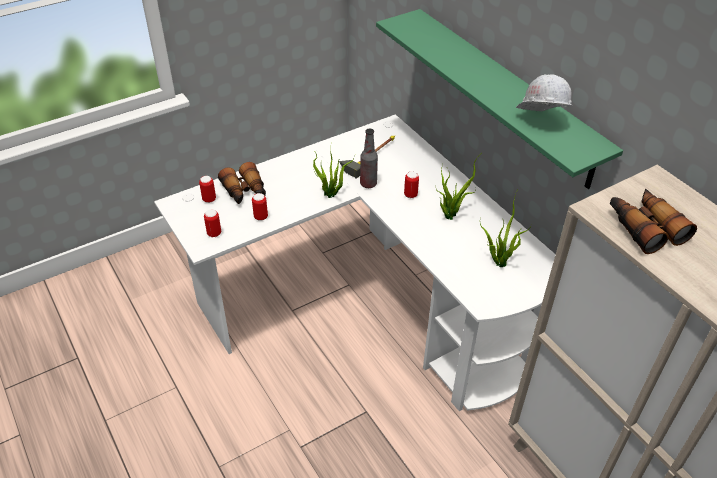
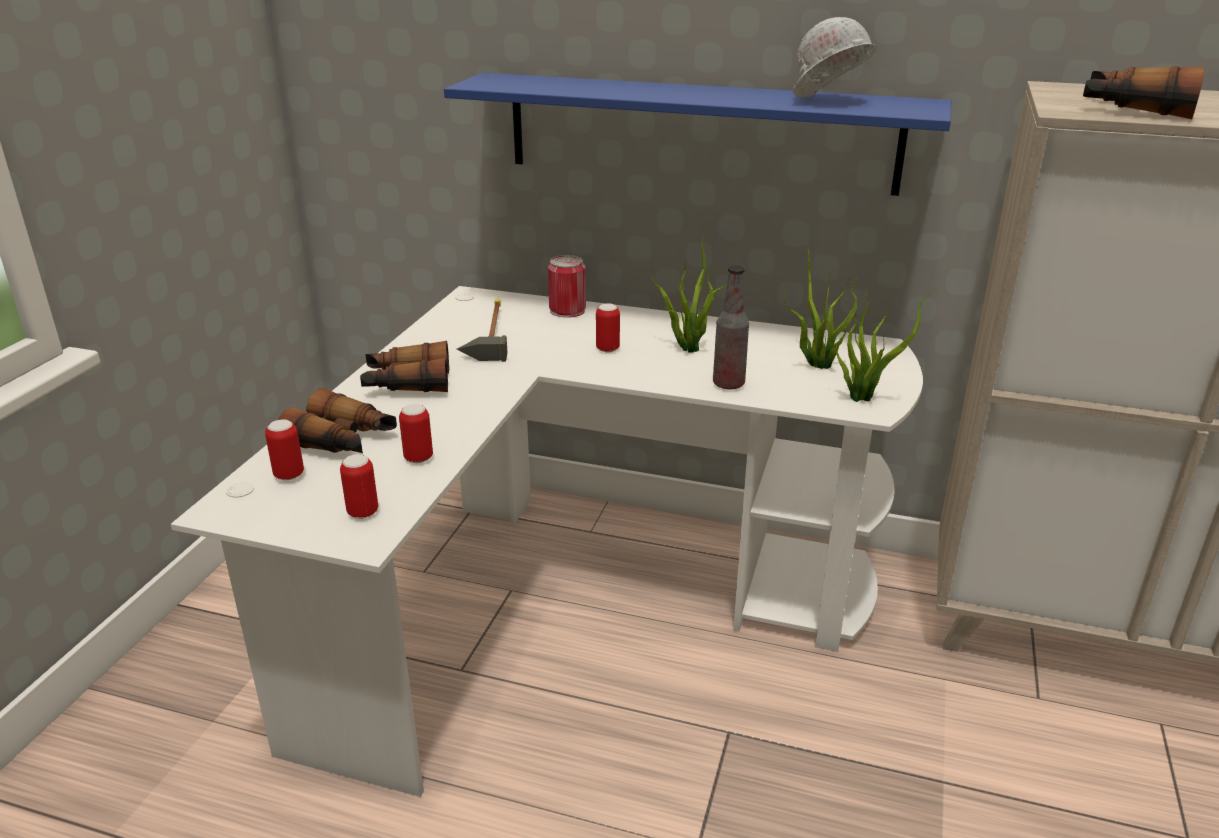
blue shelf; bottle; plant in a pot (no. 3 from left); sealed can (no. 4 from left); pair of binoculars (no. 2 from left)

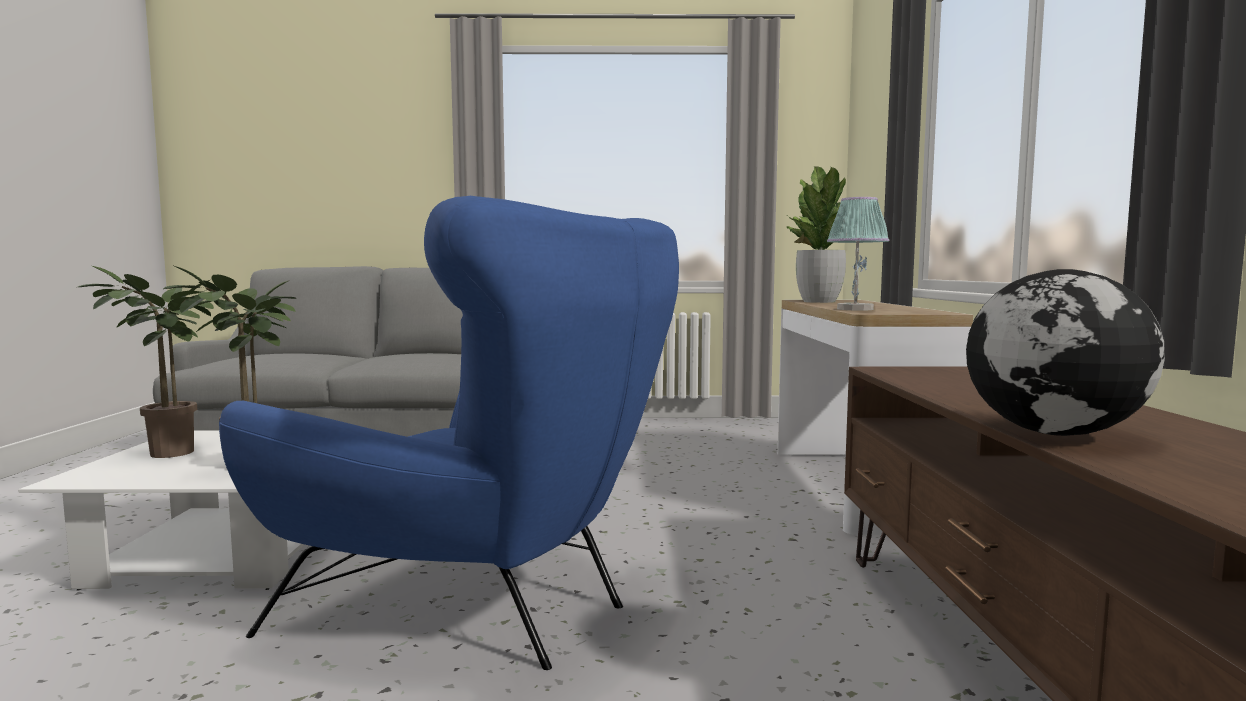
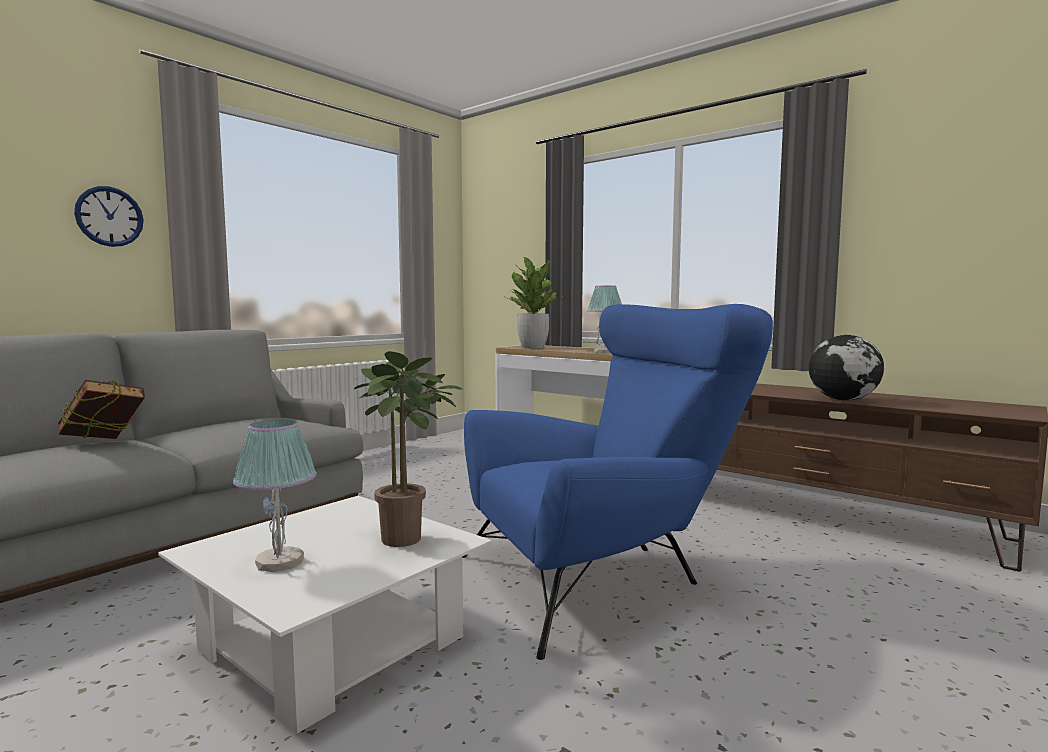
table lamp (no. 1 from left); wall clock; volume

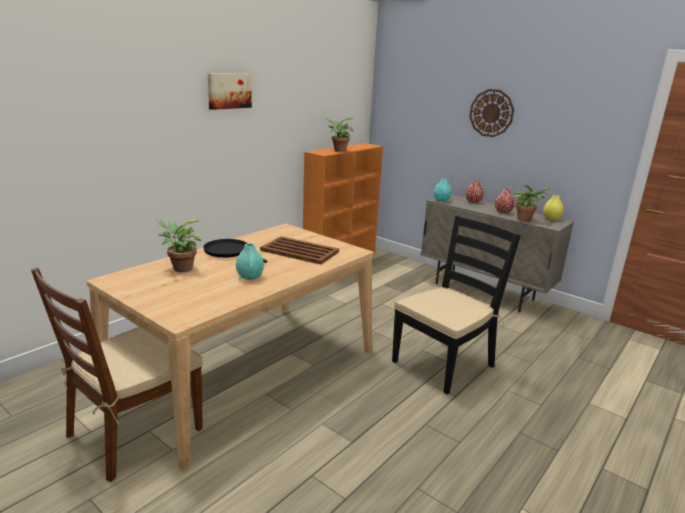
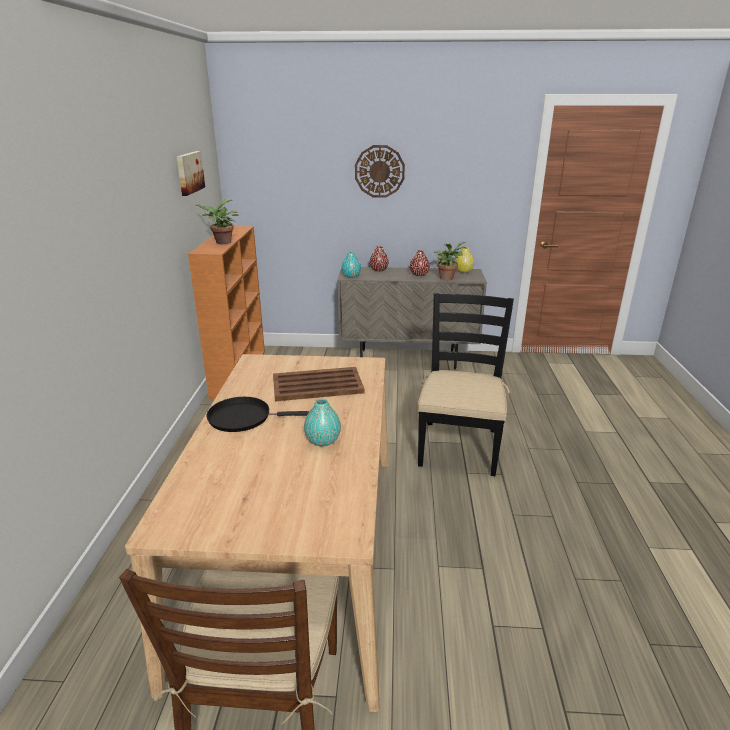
wall art; plant in a pot (no. 1 from left in the first image)

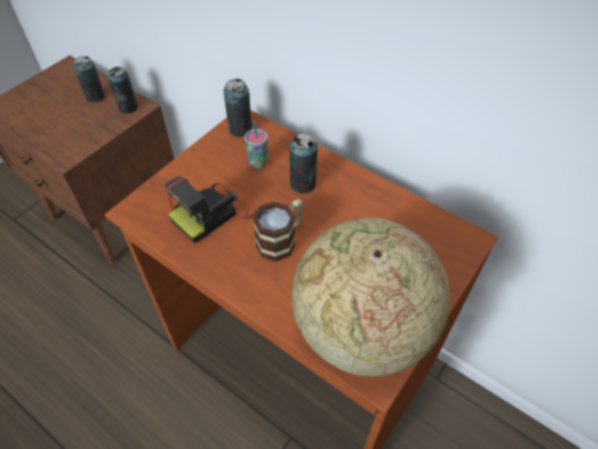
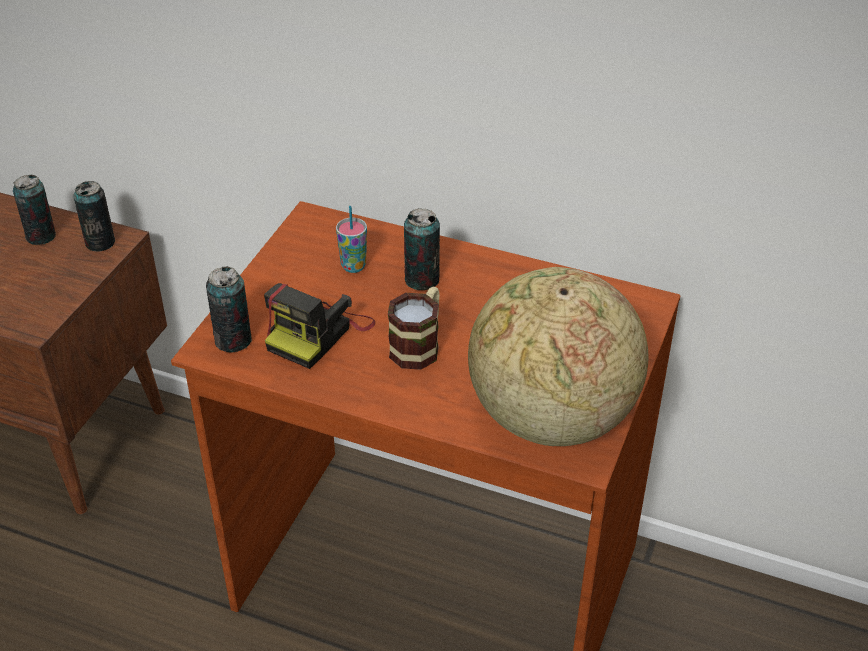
sealed can (no. 3 from left)

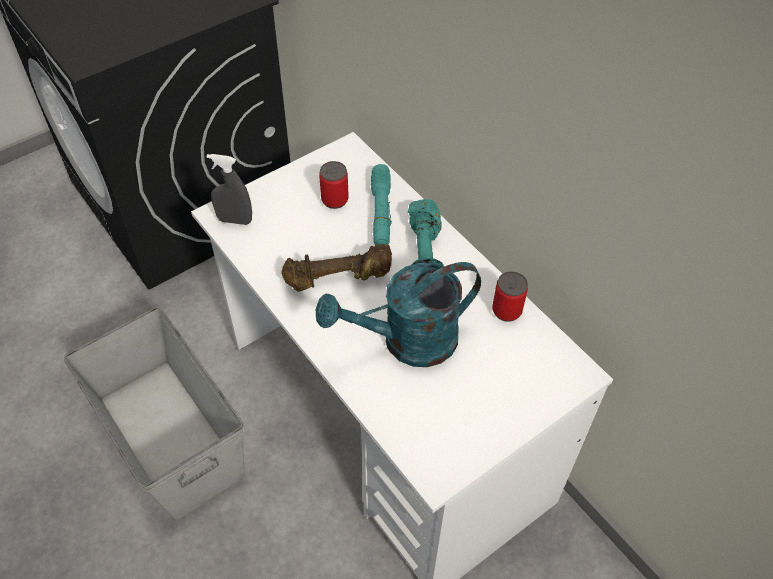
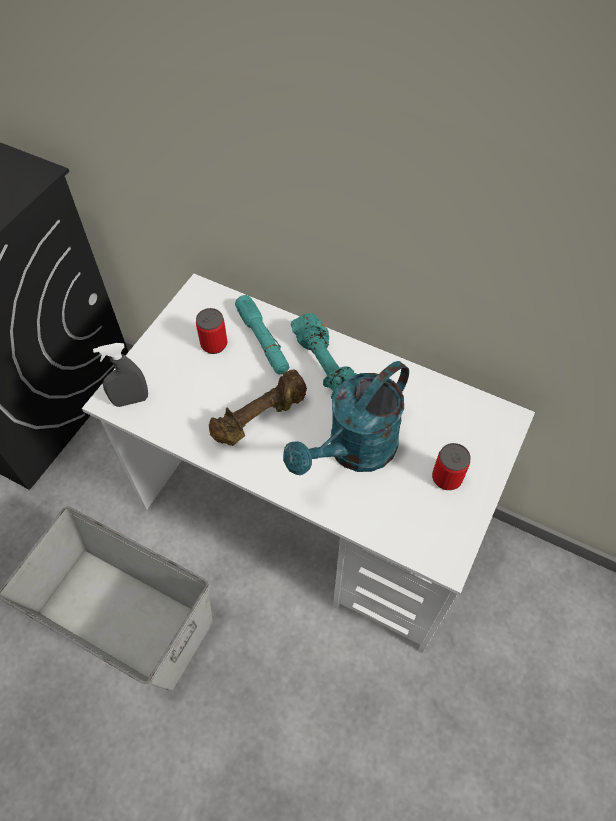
sealed can (no. 2 from left)

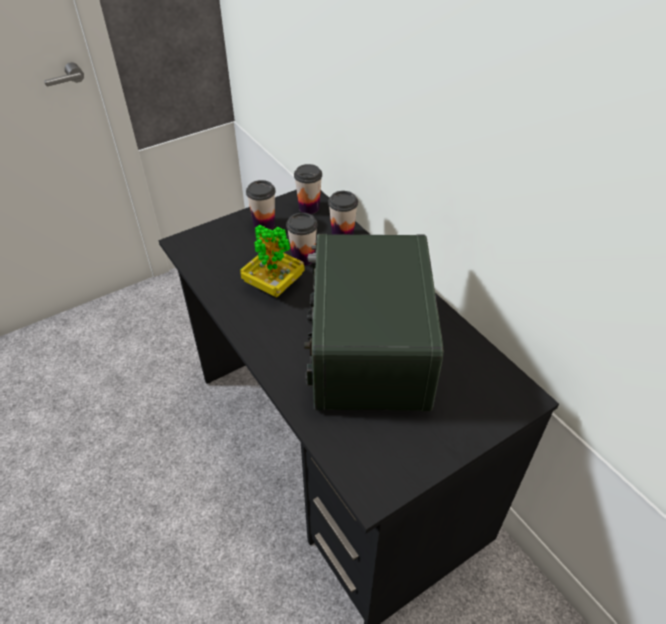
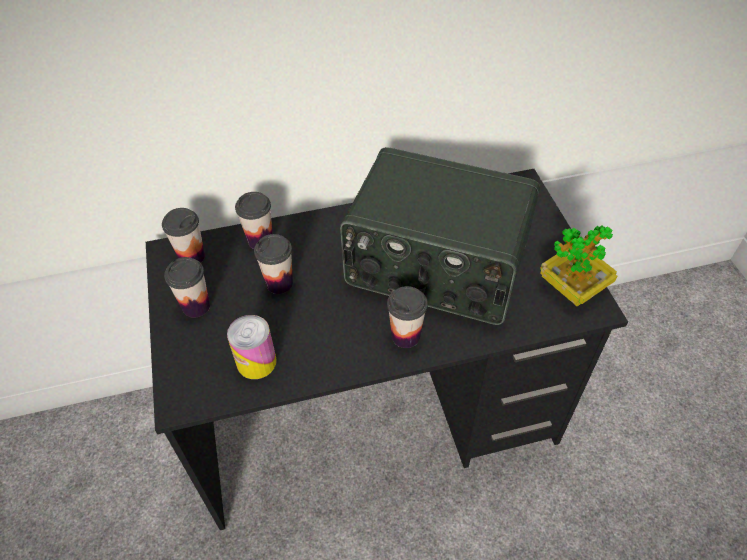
plant in a pot; cup (no. 5 from left); sealed can

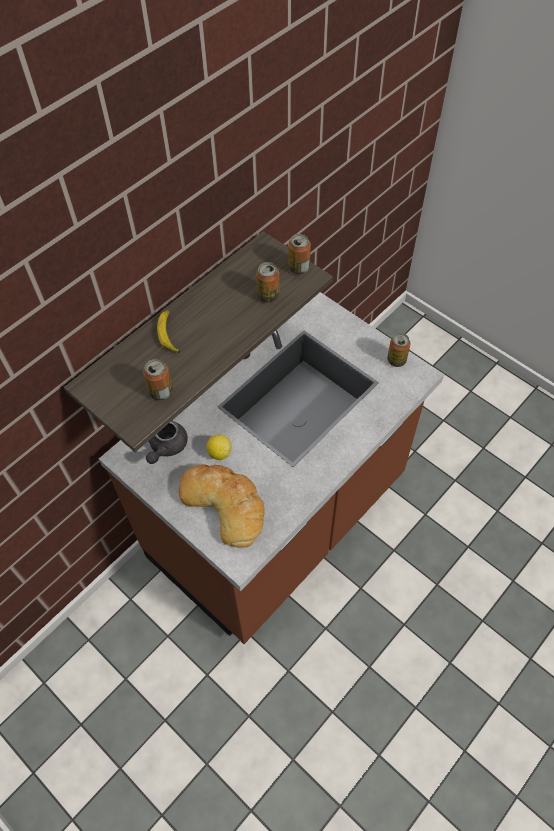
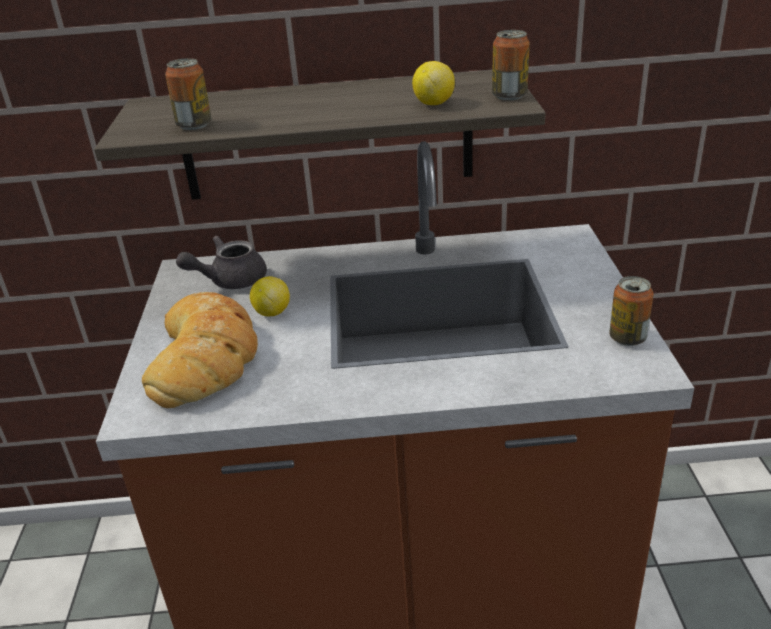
whole lemon (no. 2 from left); banana

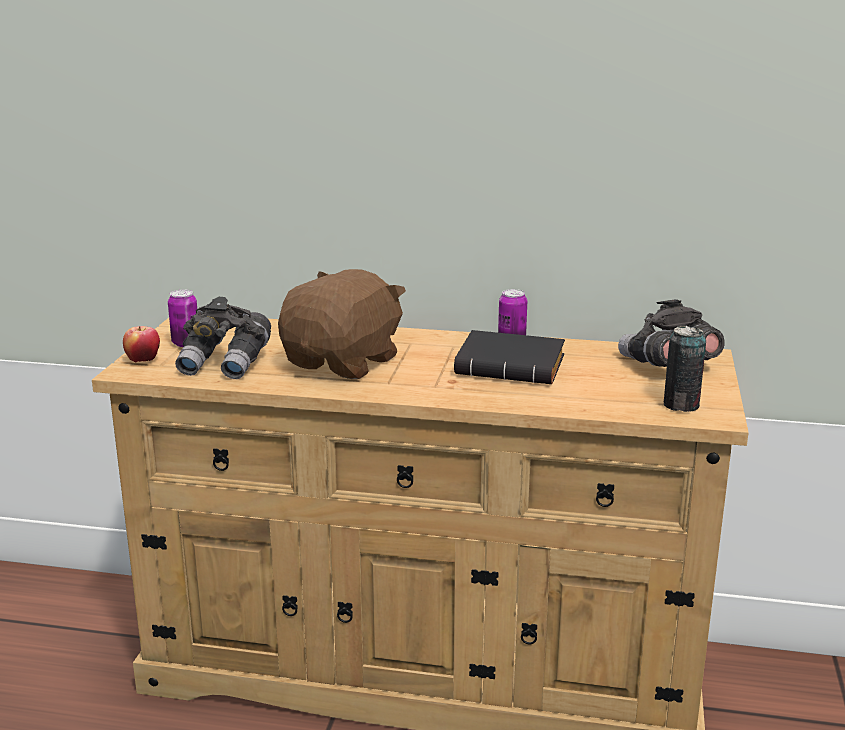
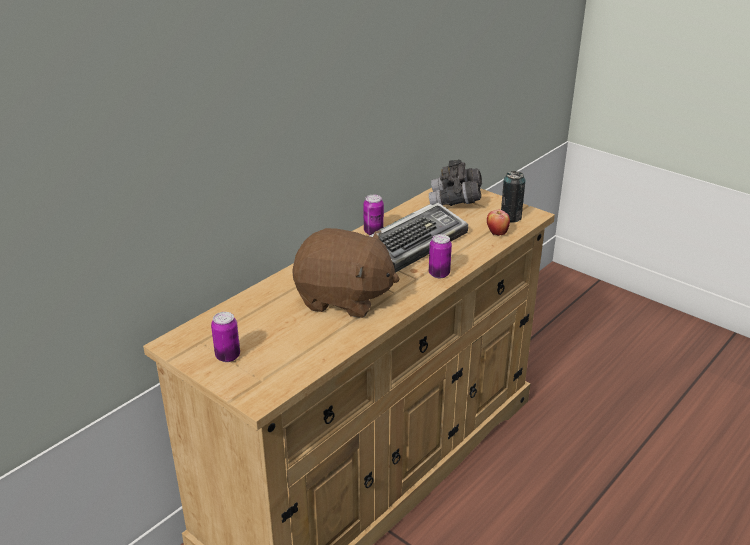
brown soft toy; grey pair of binoculars (no. 1 from left in the first image); apple; computer keyboard; sealed can (no. 3 from left)

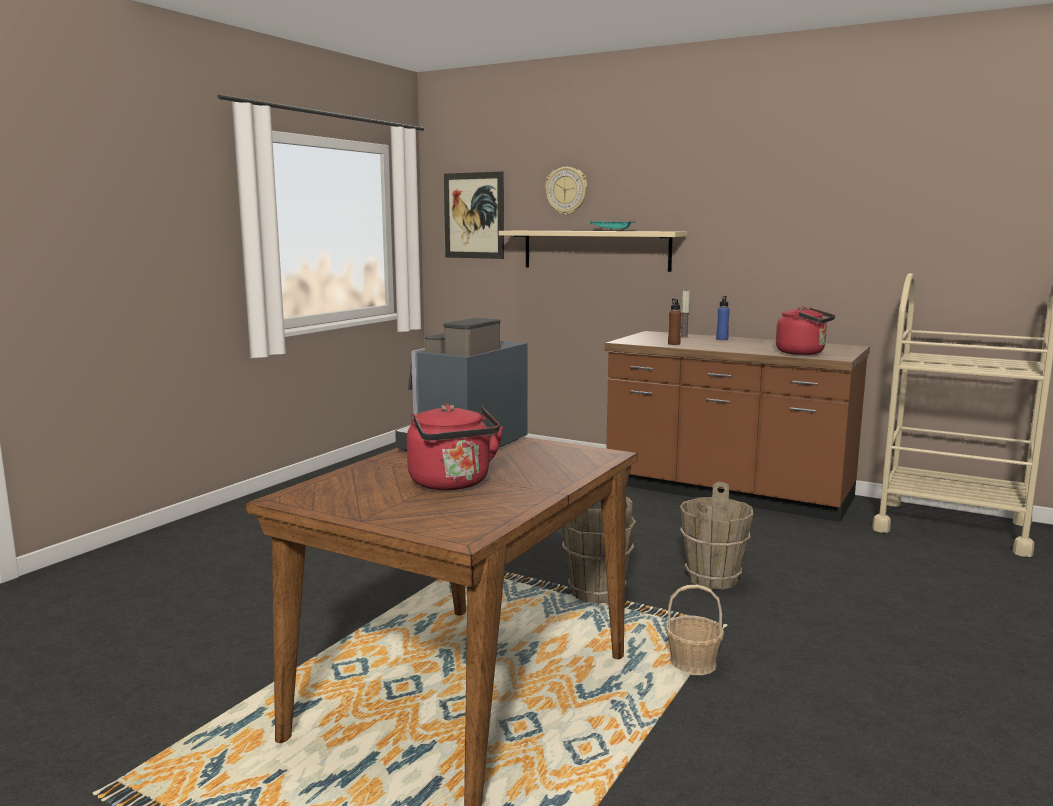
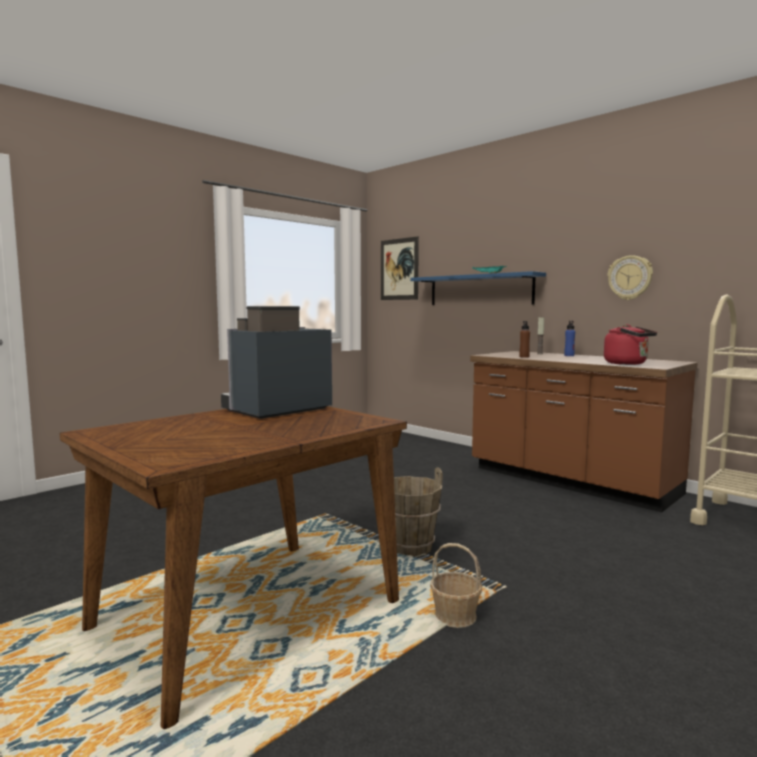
wall clock; blue shelf; red-coloured water kettle (no. 1 from left in the first image); brown pail (no. 2 from left in the first image)

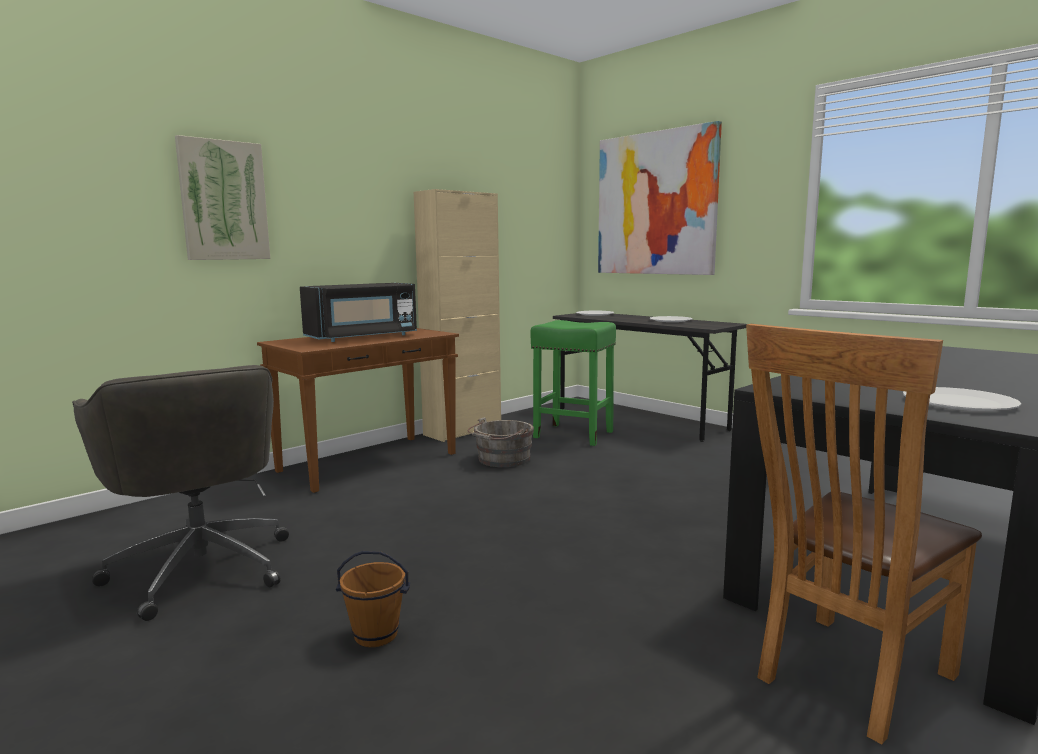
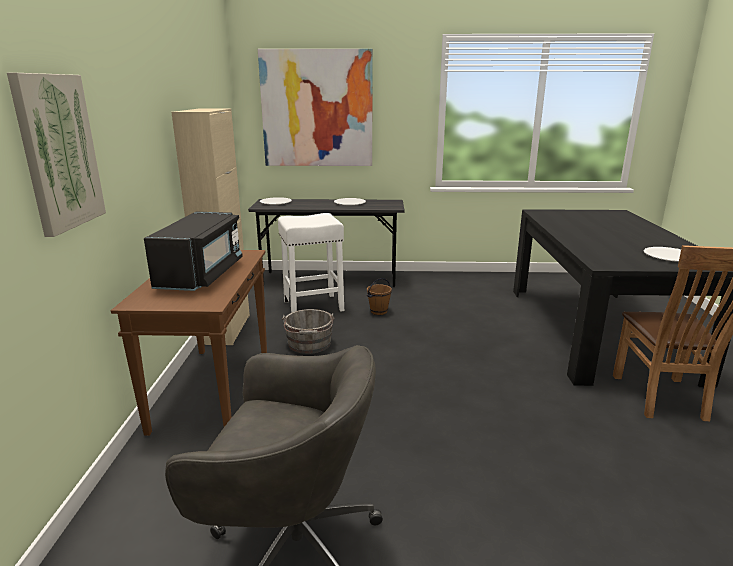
white sitting stool; brown pail

